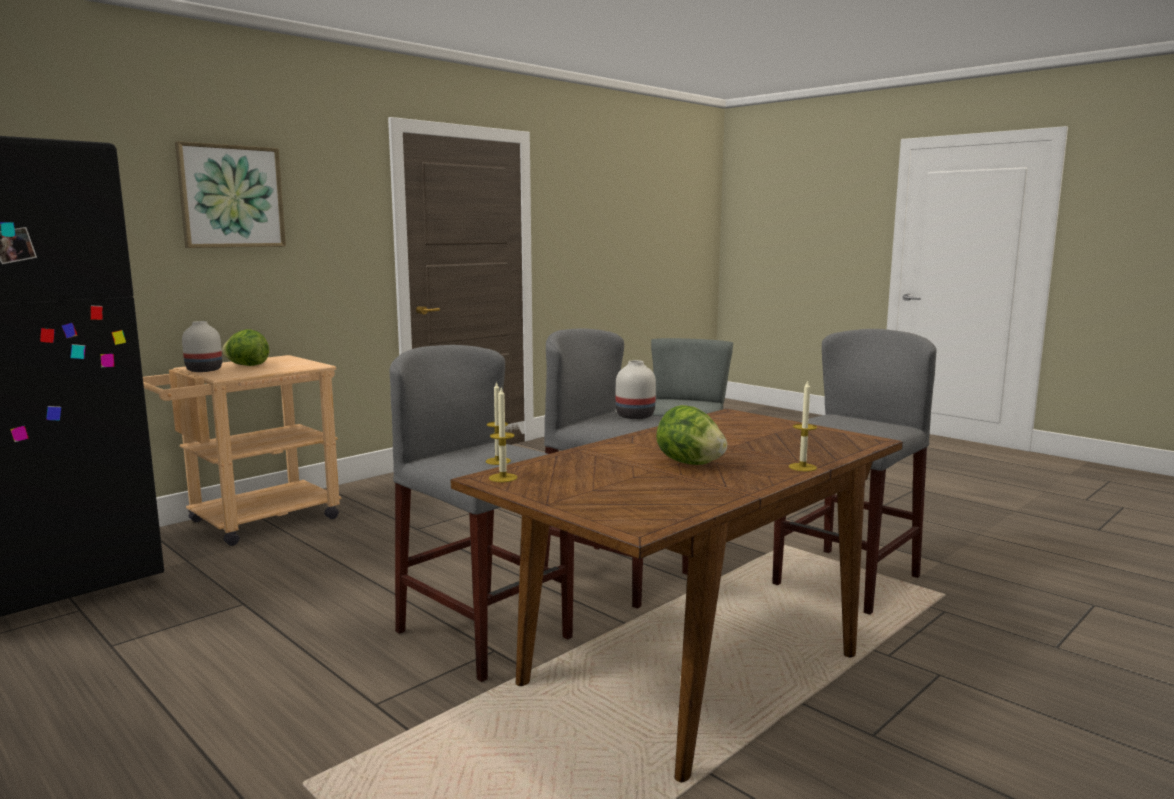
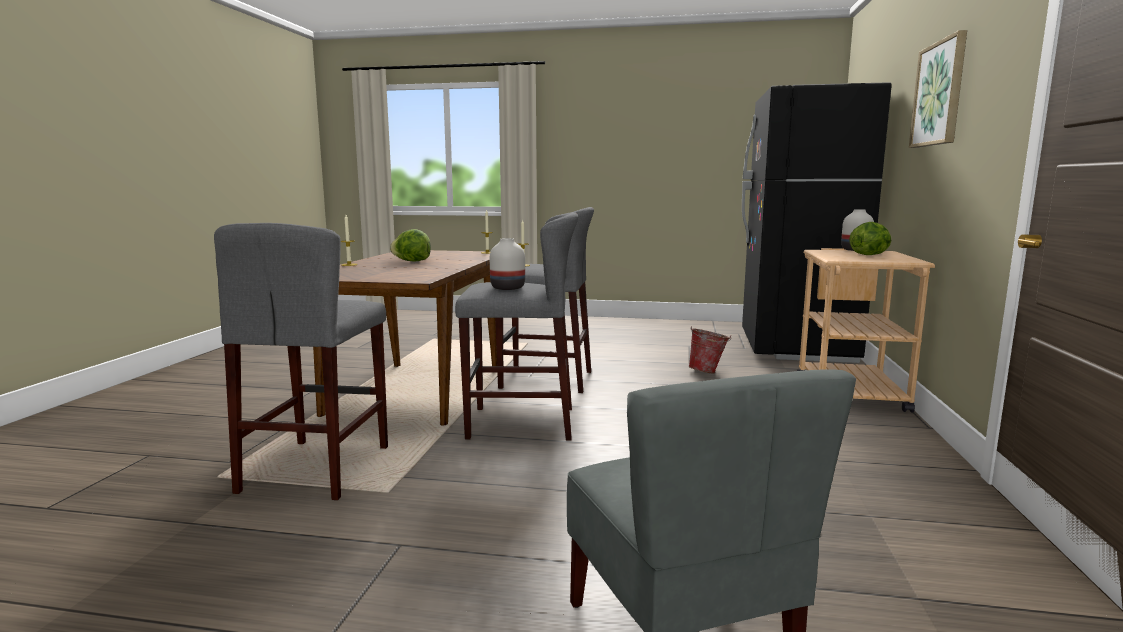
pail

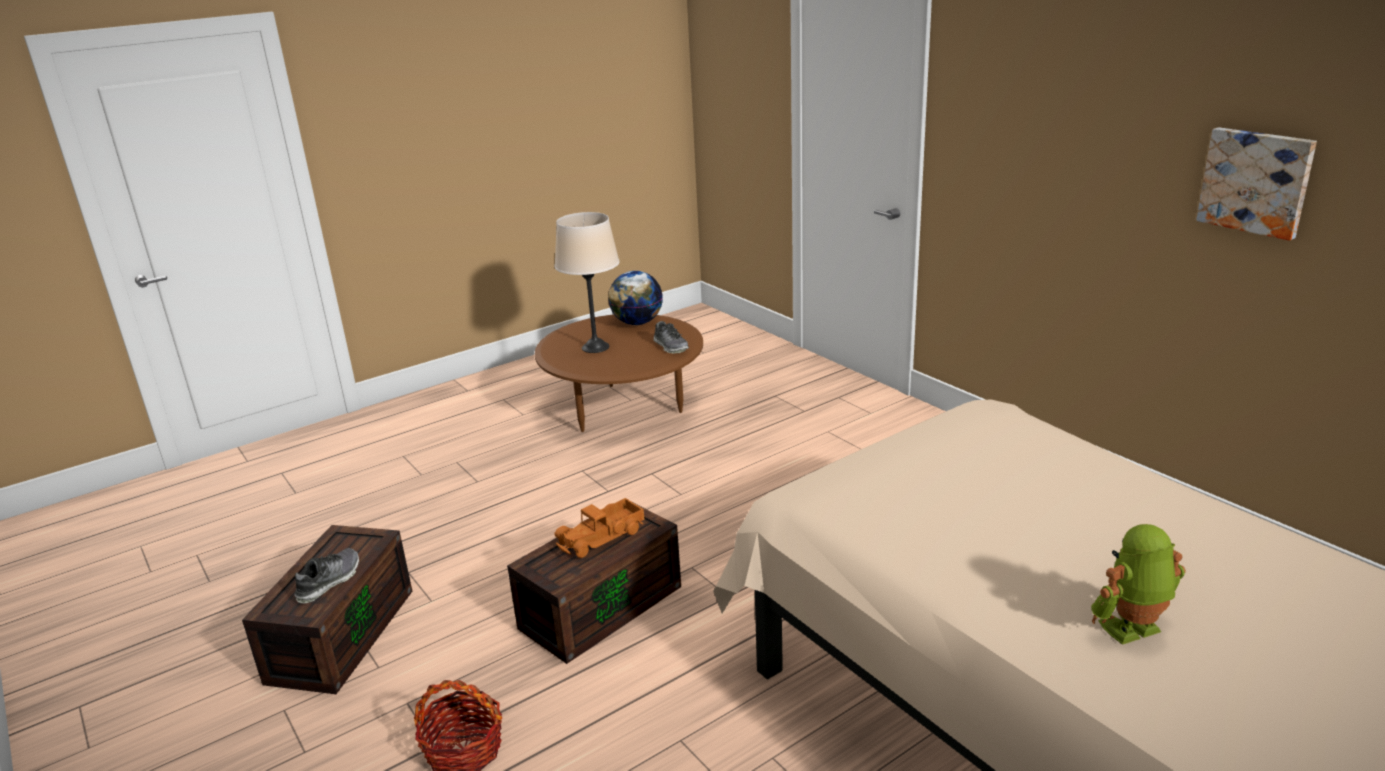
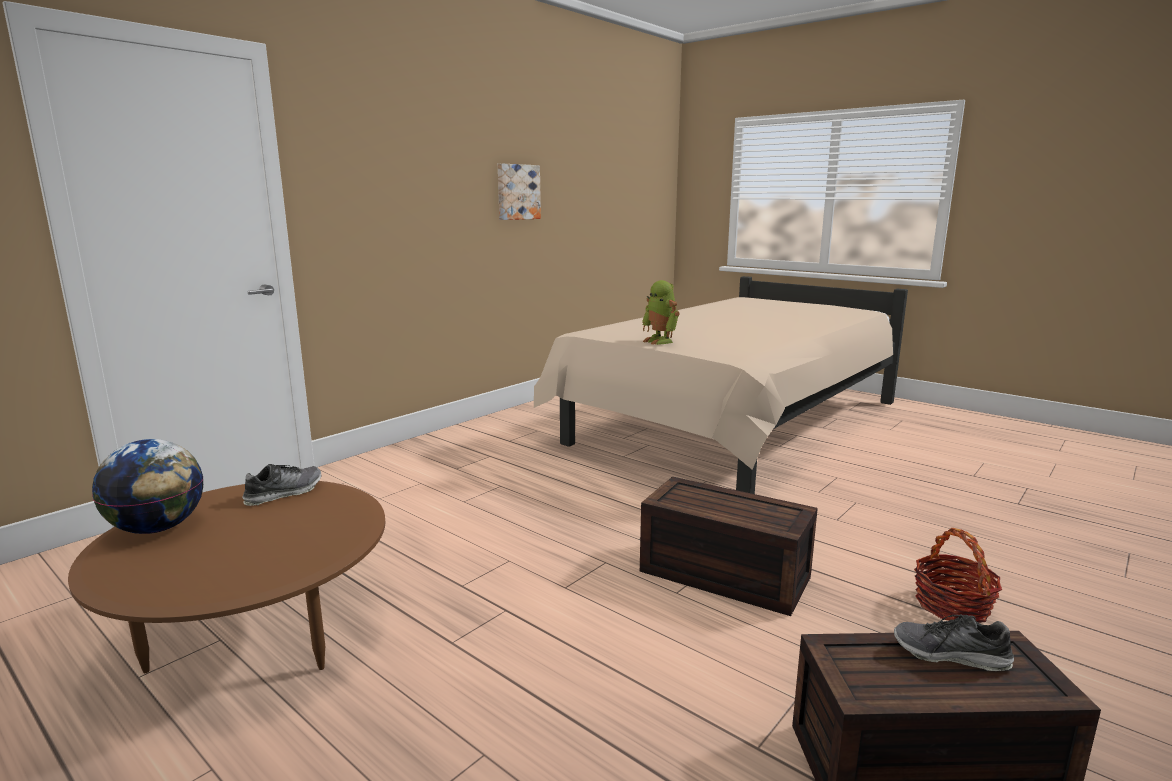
beige table lamp; toy truck; robot figure

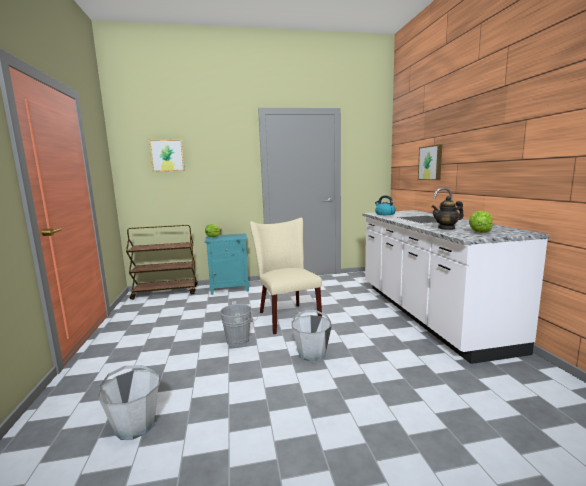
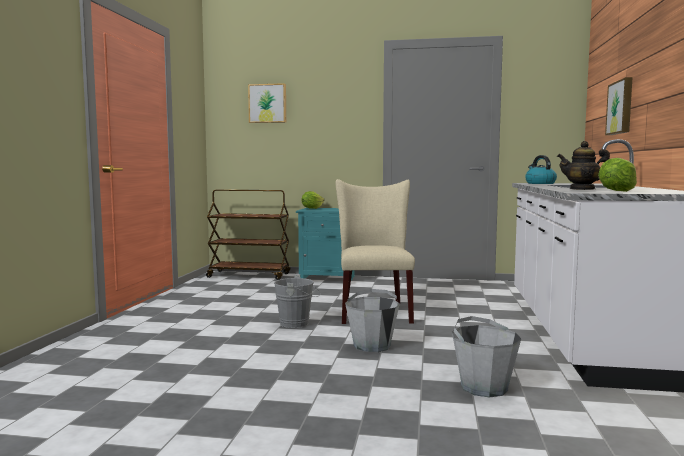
grey pail (no. 3 from left)

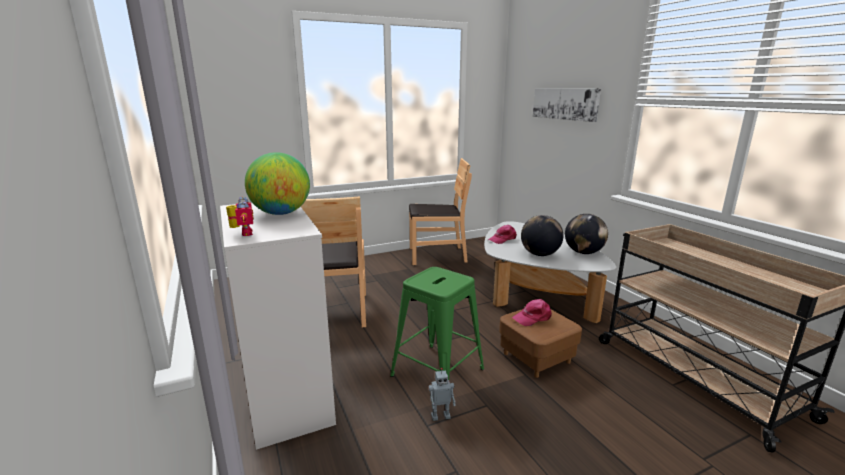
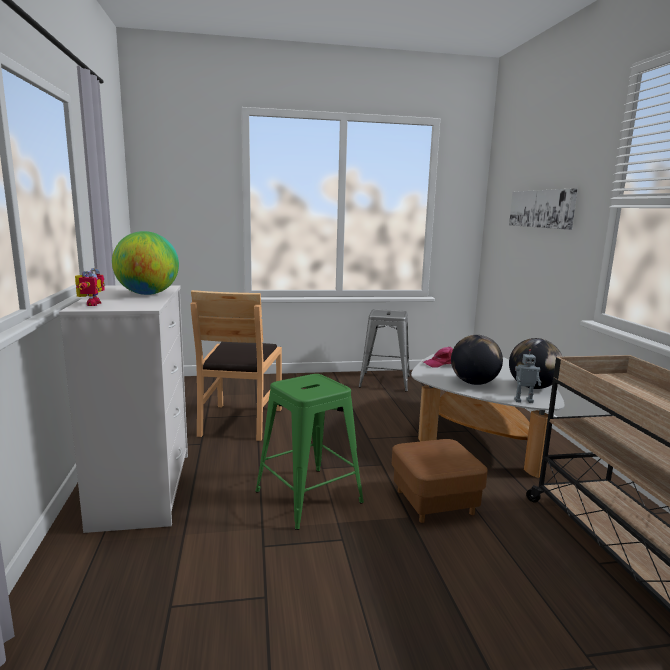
grey sitting stool; pink cap (no. 2 from left in the first image); robot figure (no. 2 from left)

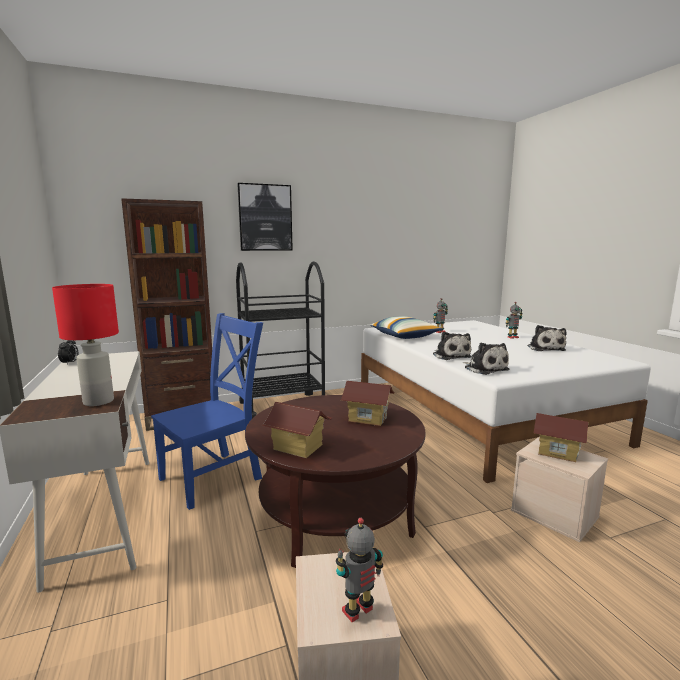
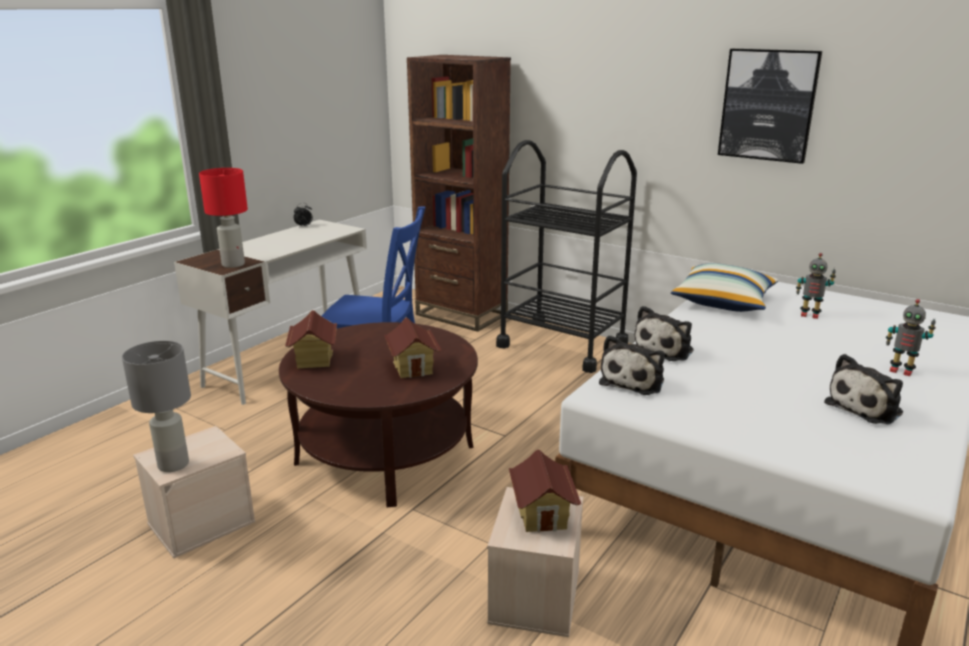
wall art; grey table lamp

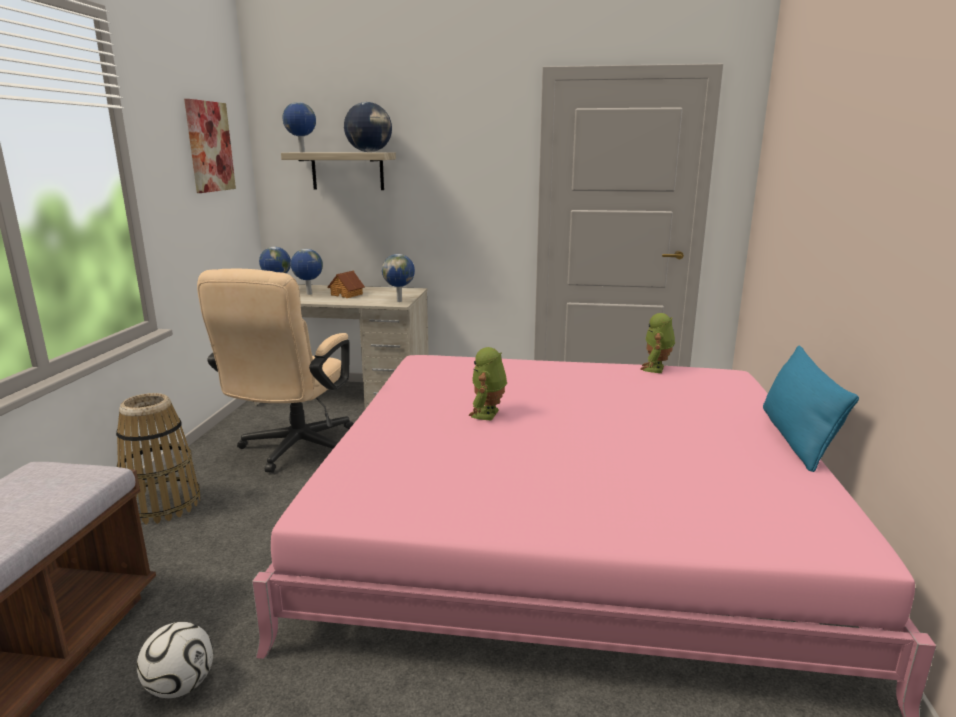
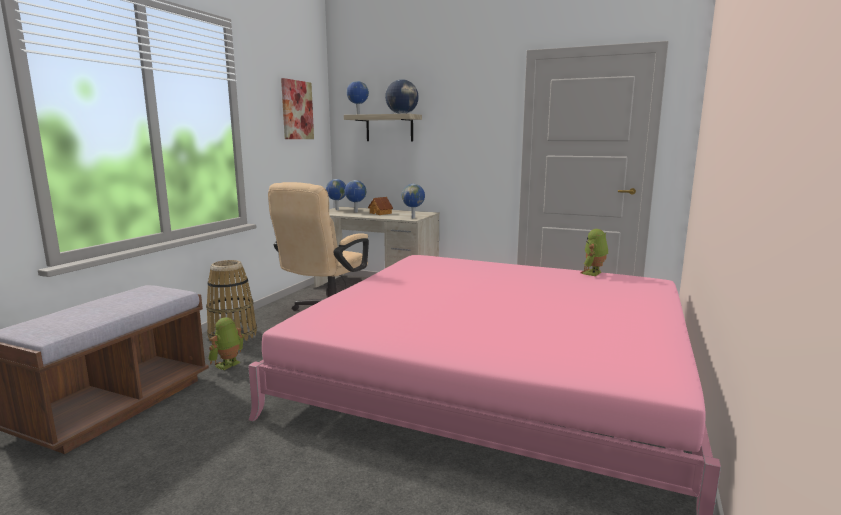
blue cushion; robot figure (no. 1 from left); ball for football

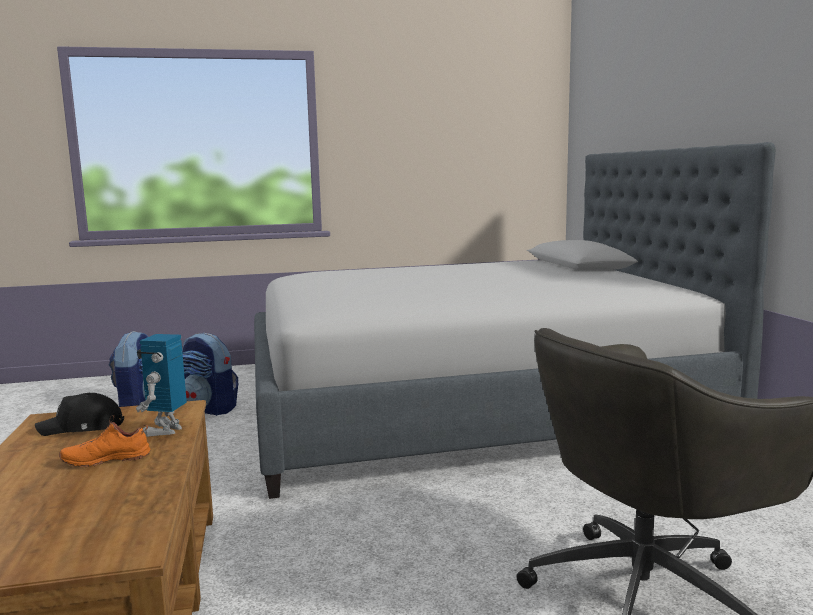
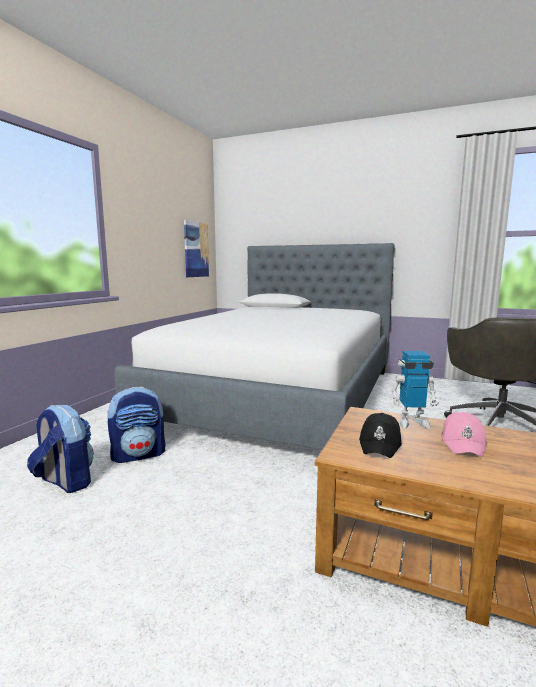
robot figure; pink cap; wall art

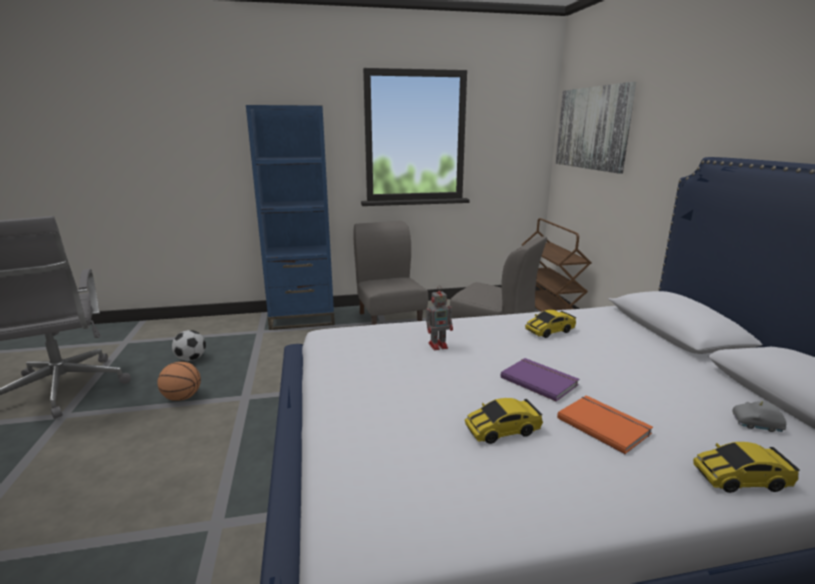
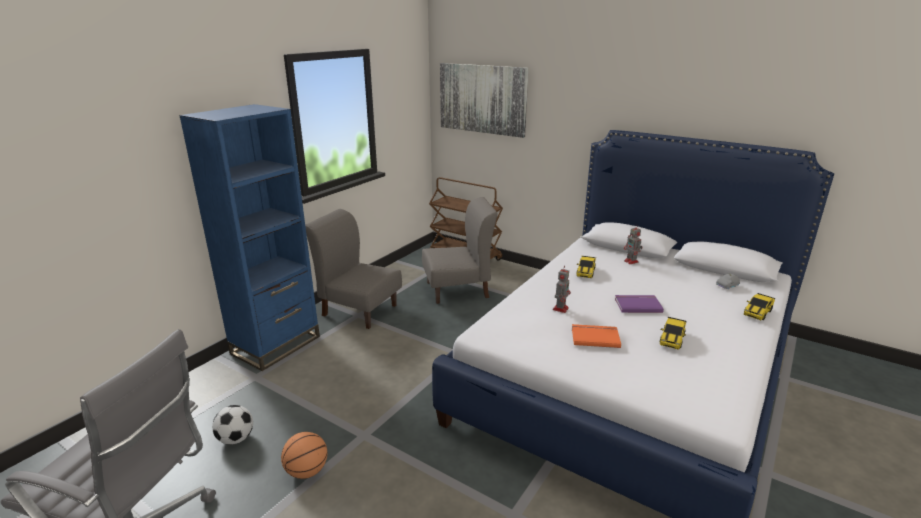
orangey volume; robot figure (no. 2 from left)

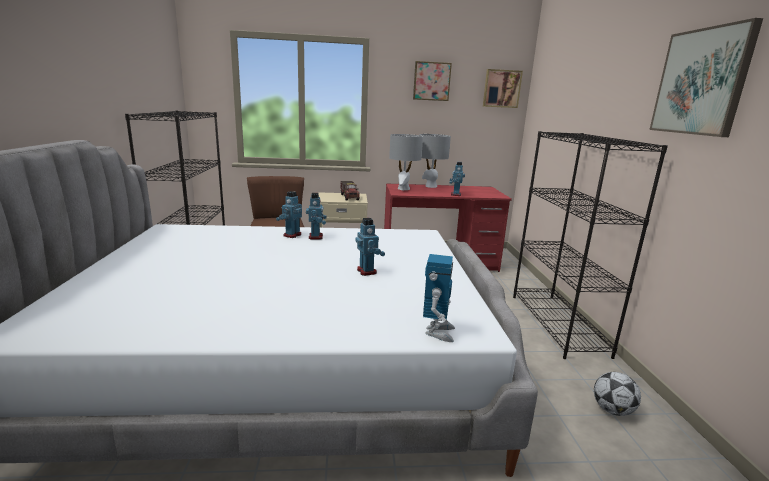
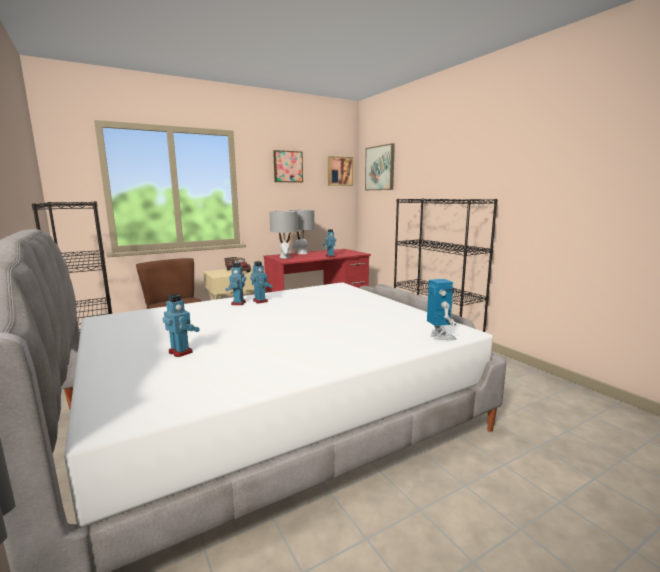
wall art (no. 3 from left); robot figure (no. 1 from left); ball for football

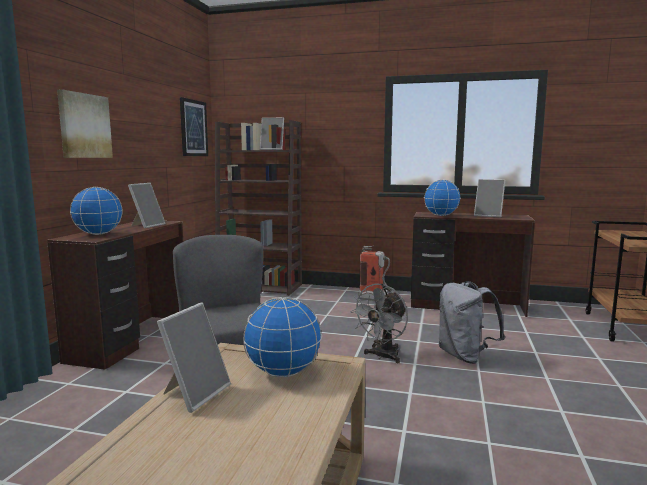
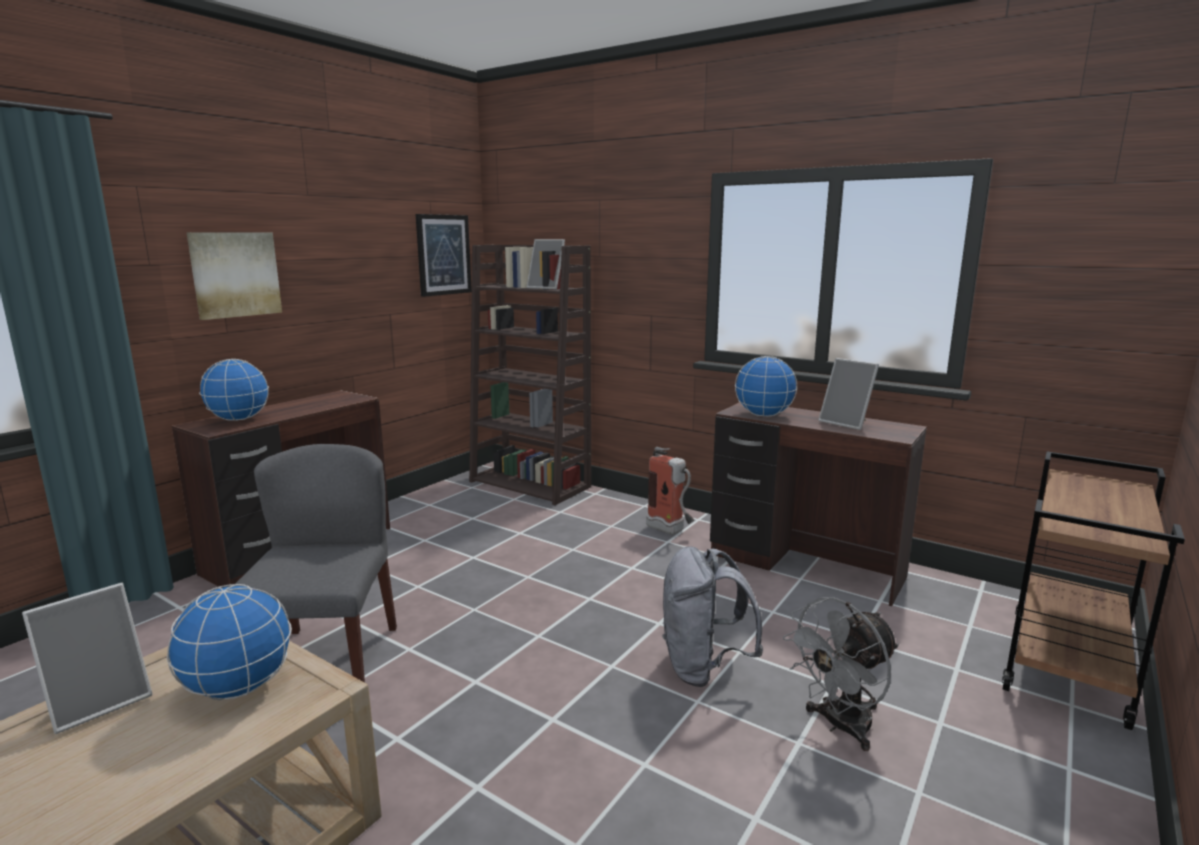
photo frame (no. 1 from left in the first image); grey cooling fan

